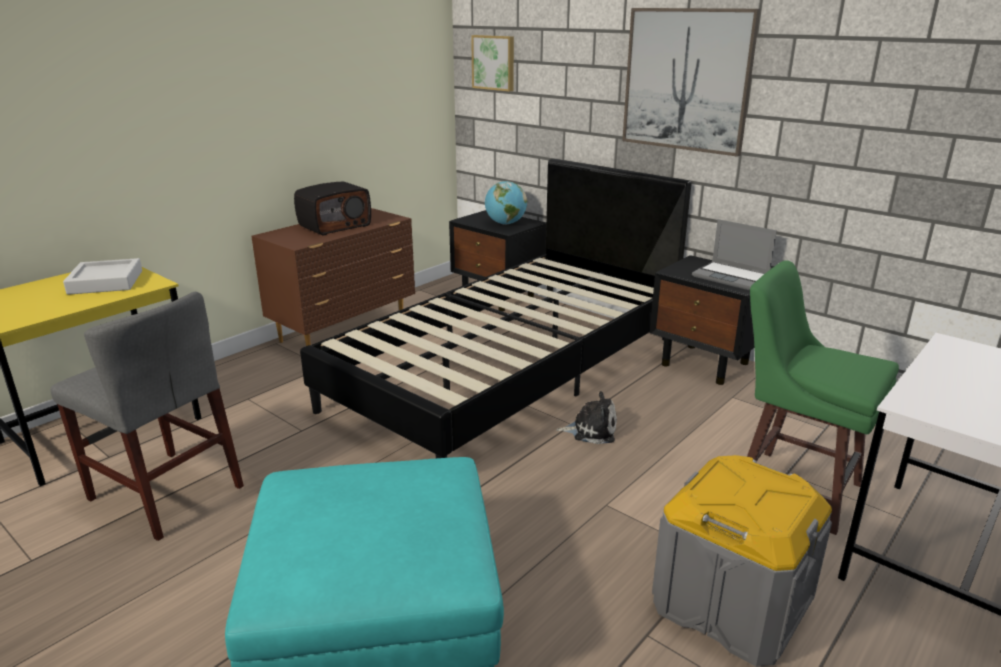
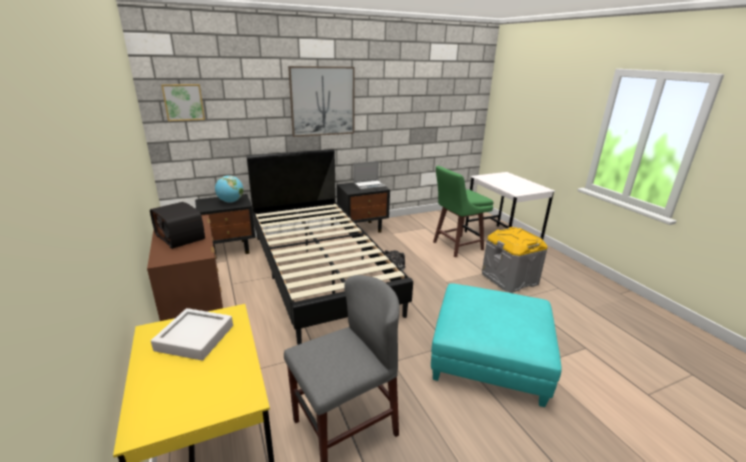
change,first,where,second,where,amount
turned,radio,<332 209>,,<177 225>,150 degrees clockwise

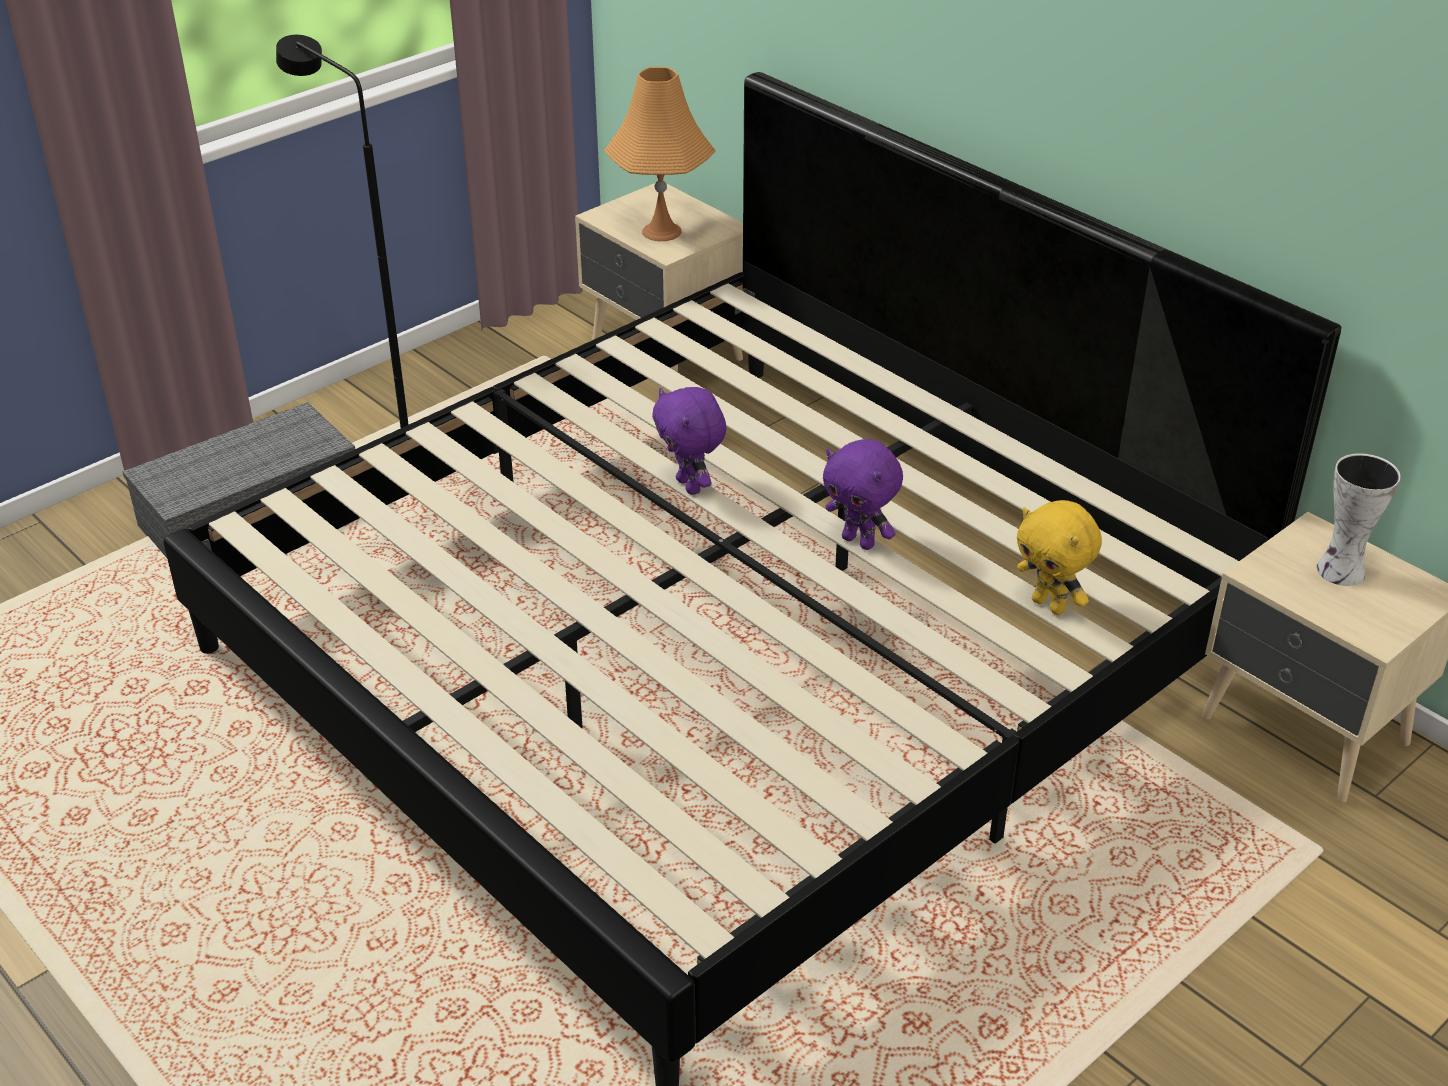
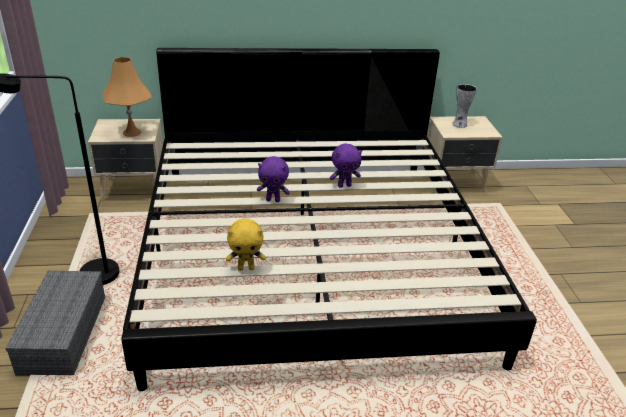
change,first,where,second,where,amount
moved,yellowish_plush_toy,<1059 557>,,<246 244>,

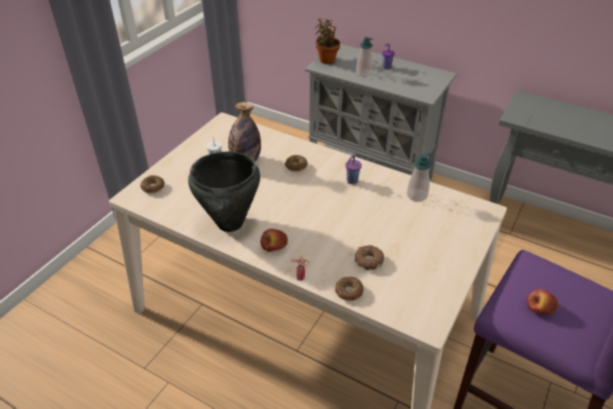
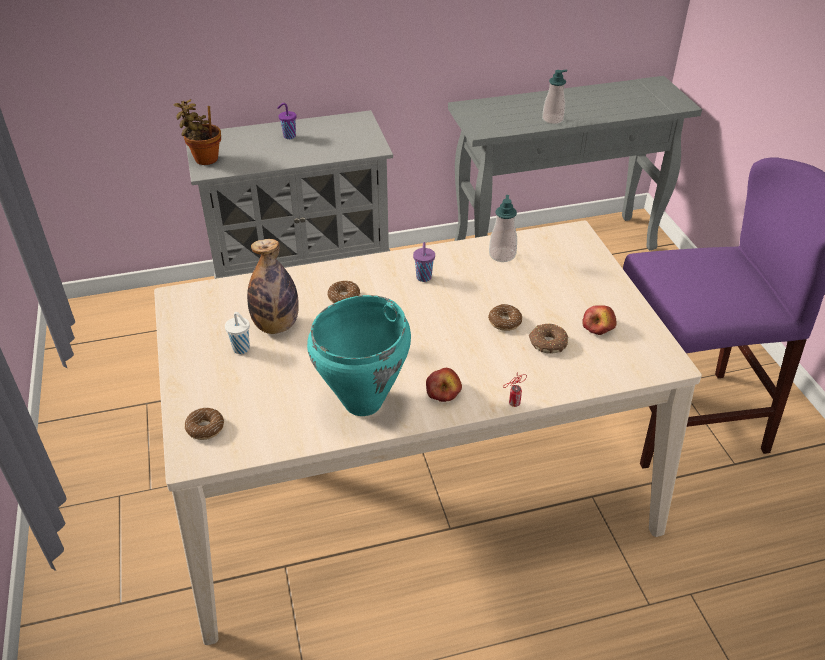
change,first,where,second,where,amount
moved,soap_dispenser,<364 57>,,<554 97>,
recoloured,blackish_cooking_pot,<224 192>,blue-green_cooking_pot,<359 355>,
moved,donut,<349 289>,,<505 317>,
moved,apple,<542 302>,,<599 320>,

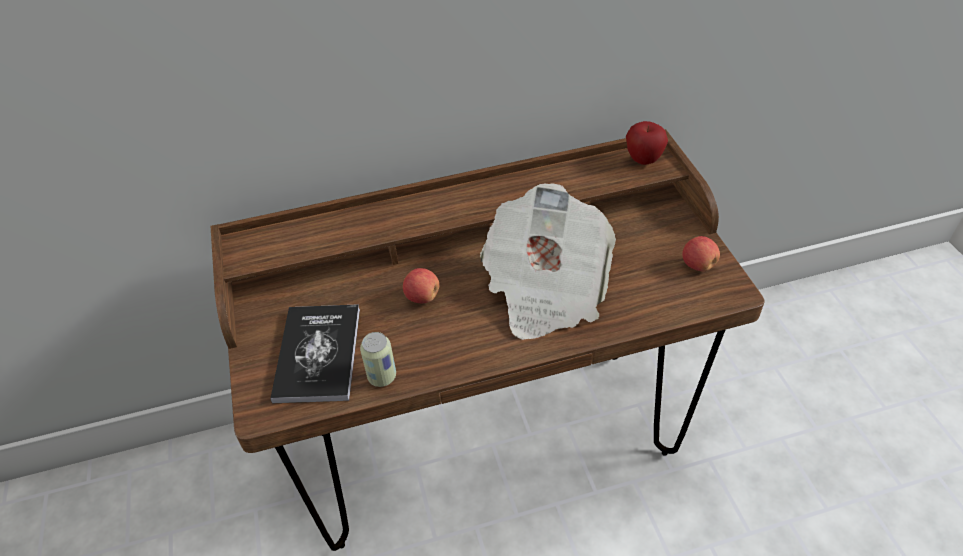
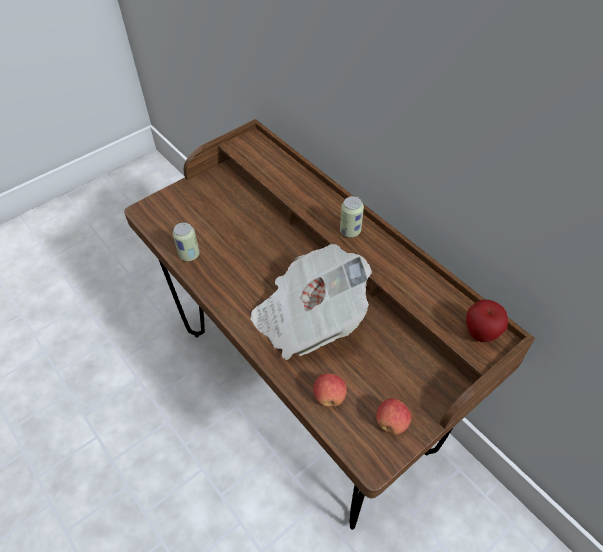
change,first,where,second,where,amount
moved,apple,<421 285>,,<330 390>,
removed,bound_book,<315 353>,,,
added,,,can,<352 216>,

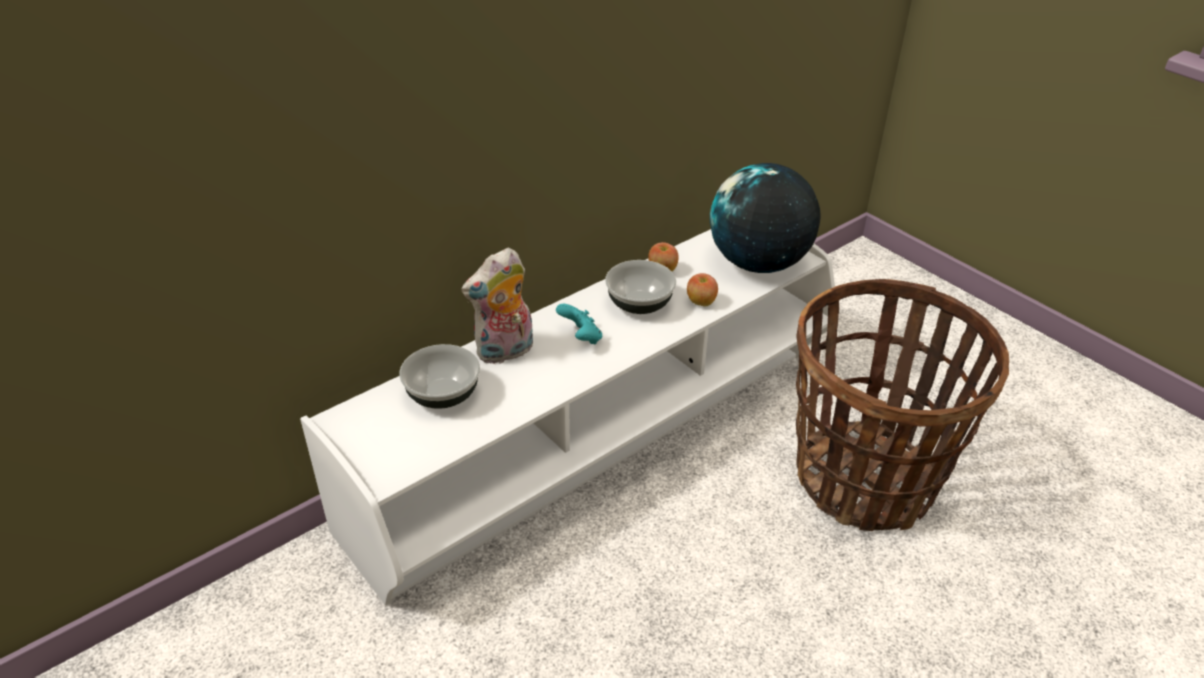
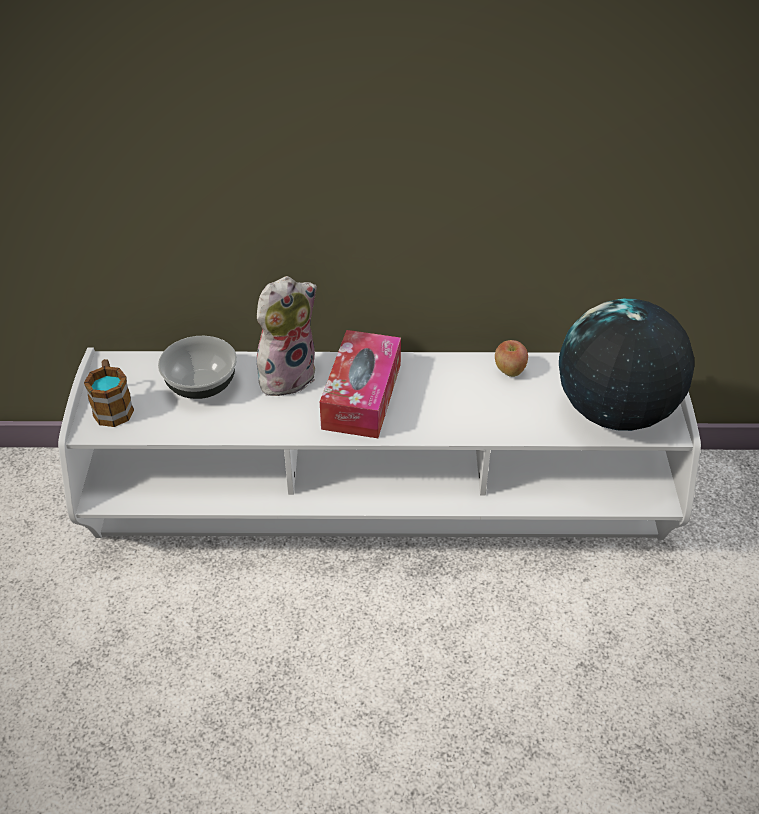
change,first,where,second,where,amount
turned,plush_toy,<497 306>,,<285 336>,135 degrees clockwise
removed,serving_bowl,<640 287>,,,
removed,apple,<702 289>,,,
removed,basket,<902 405>,,,
replaced,blue-green_joypad,<579 324>,box_of_tissues,<360 384>,
added,,,mug,<109 393>,

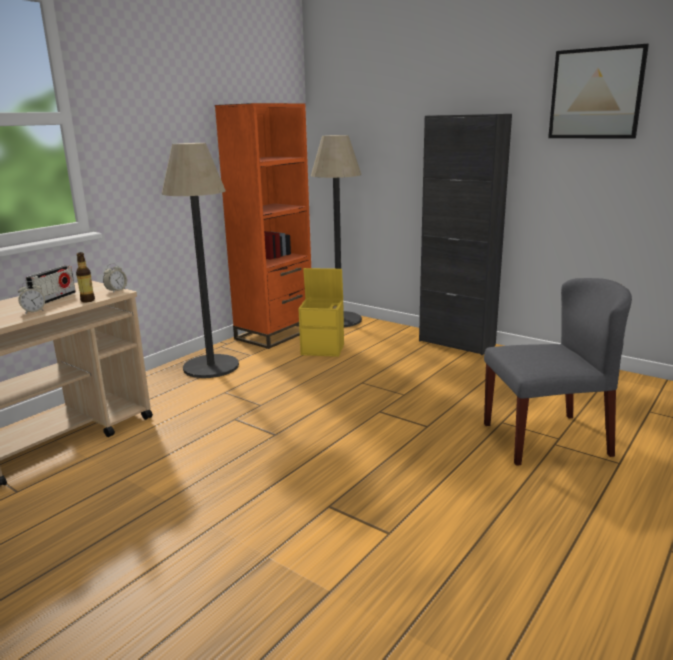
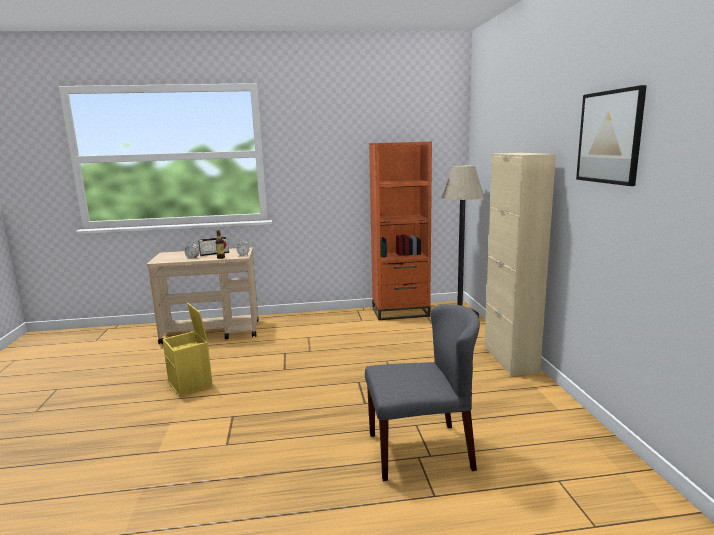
change,first,where,second,where,amount
recoloured,blackish_storage_cabinet,<465 234>,beige_storage_cabinet,<520 264>,
removed,standard_lamp,<200 260>,,,
moved,yellowish_storage_container,<321 312>,,<187 350>,
turned,grey_plain_chair,<558 372>,,<422 392>,45 degrees counterclockwise

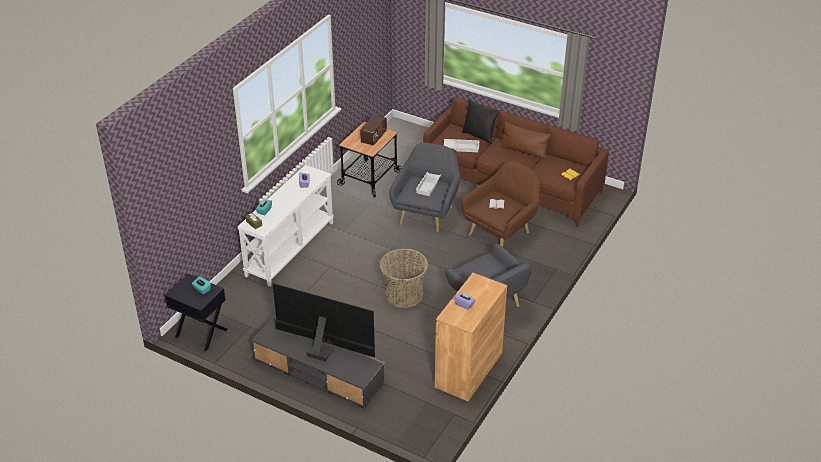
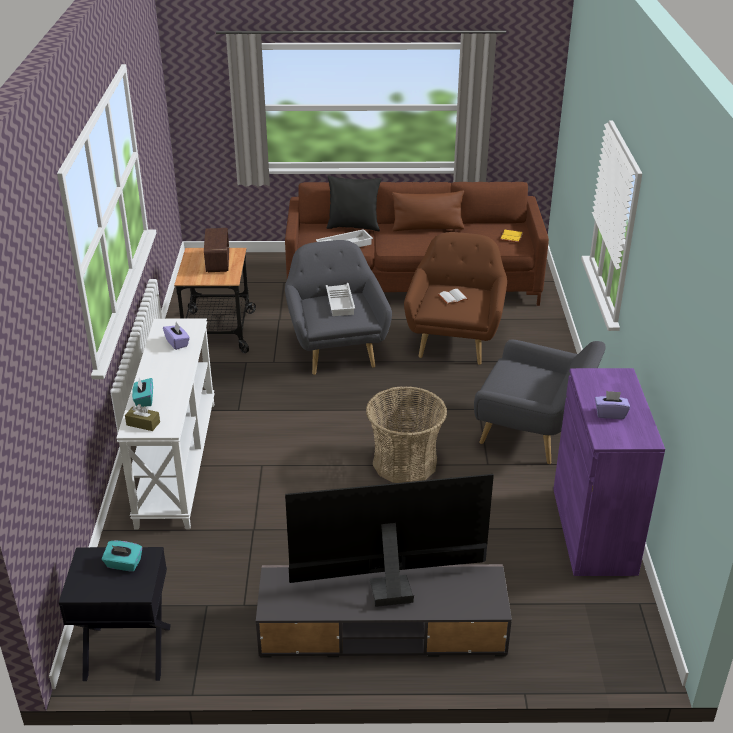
change,first,where,second,where,amount
recoloured,brownish_storage_cabinet,<471 337>,purple_storage_cabinet,<609 472>,

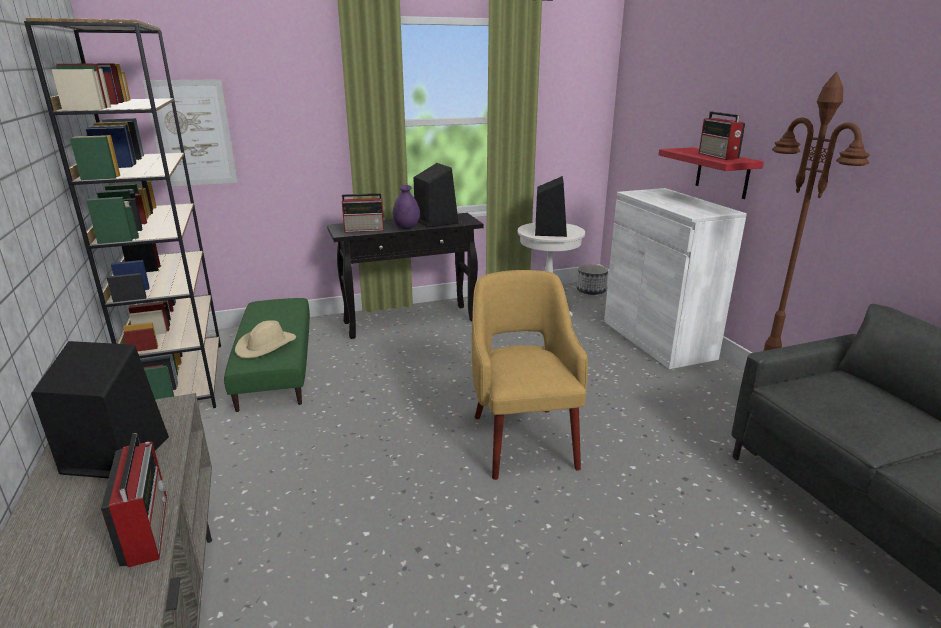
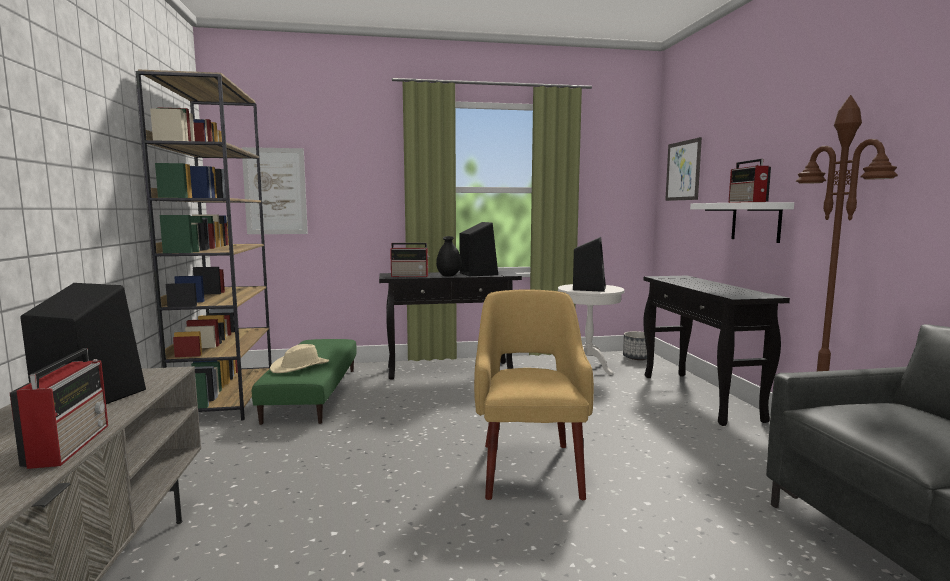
change,first,where,second,where,amount
recoloured,reddish_shelf,<711 173>,white-coloured_shelf,<742 222>,
recoloured,purple_decorative_vase,<406 207>,blackish_decorative_vase,<449 256>,
replaced,white-coloured_storage_cabinet,<675 278>,blackish_hall_table,<716 351>,
added,,,picture,<683 169>,

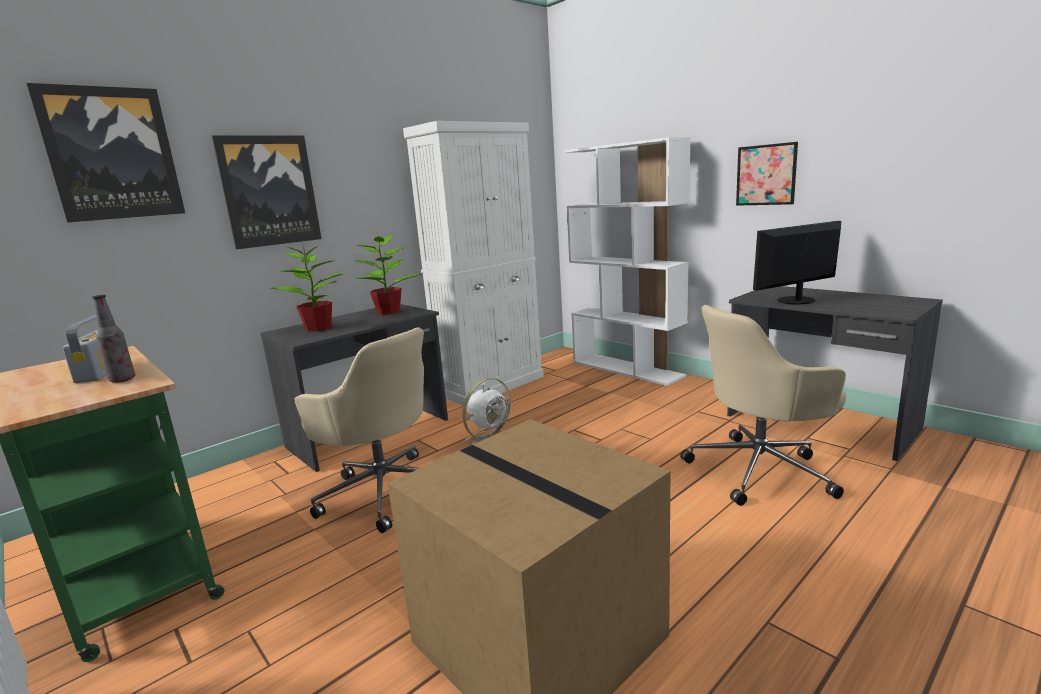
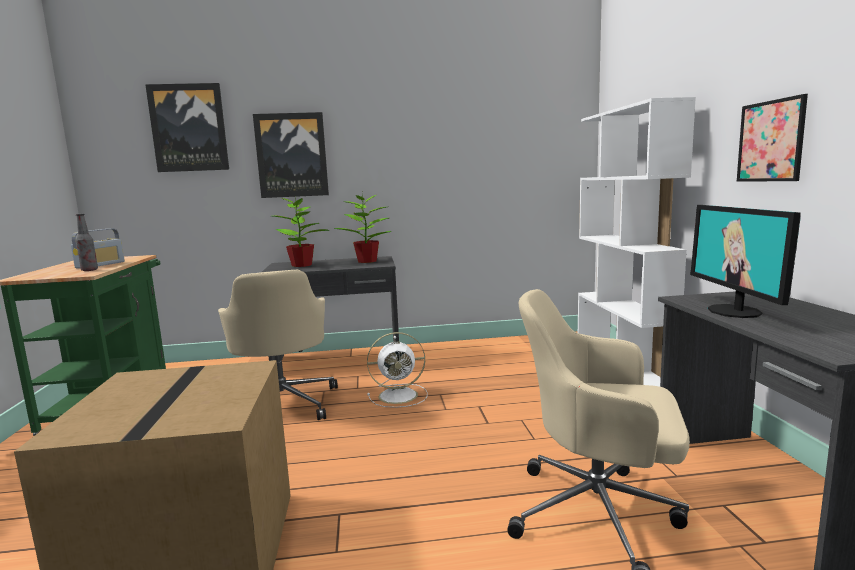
change,first,where,second,where,amount
removed,white-coloured_storage_cabinet,<473 263>,,,
turned,computer_display,<797 263>,,<745 261>,105 degrees counterclockwise

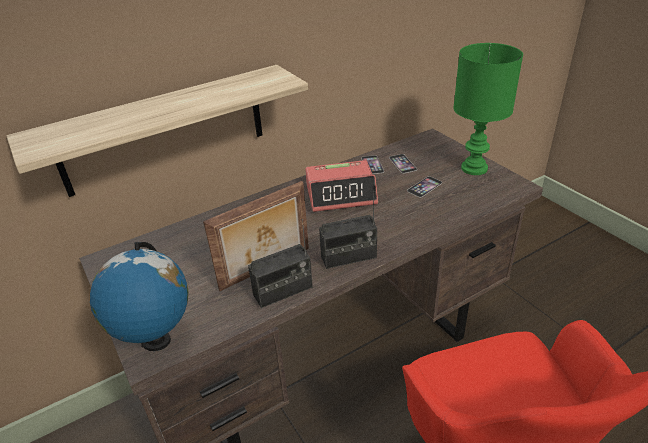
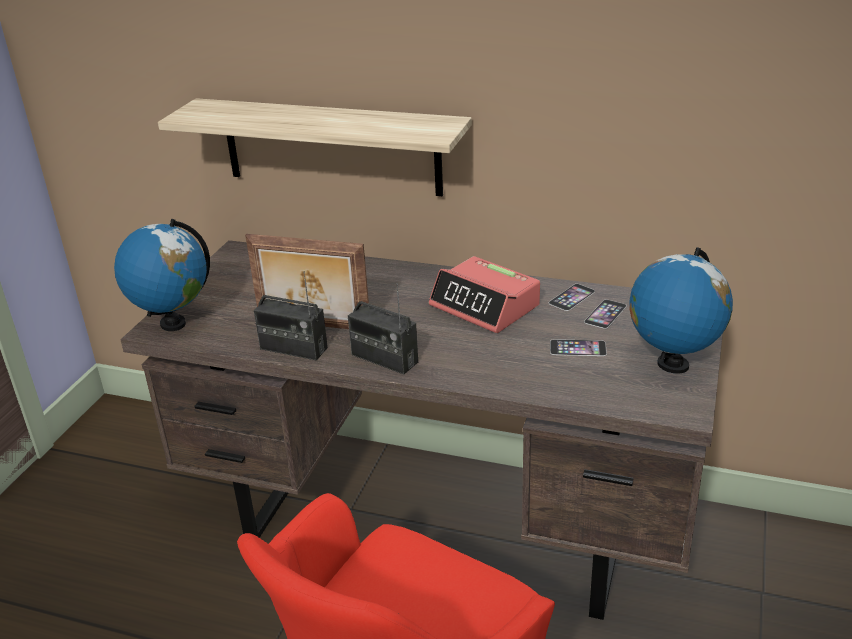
change,first,where,second,where,amount
replaced,green-coloured_lamp_for_a_table,<488 109>,desk_globe,<681 310>,

